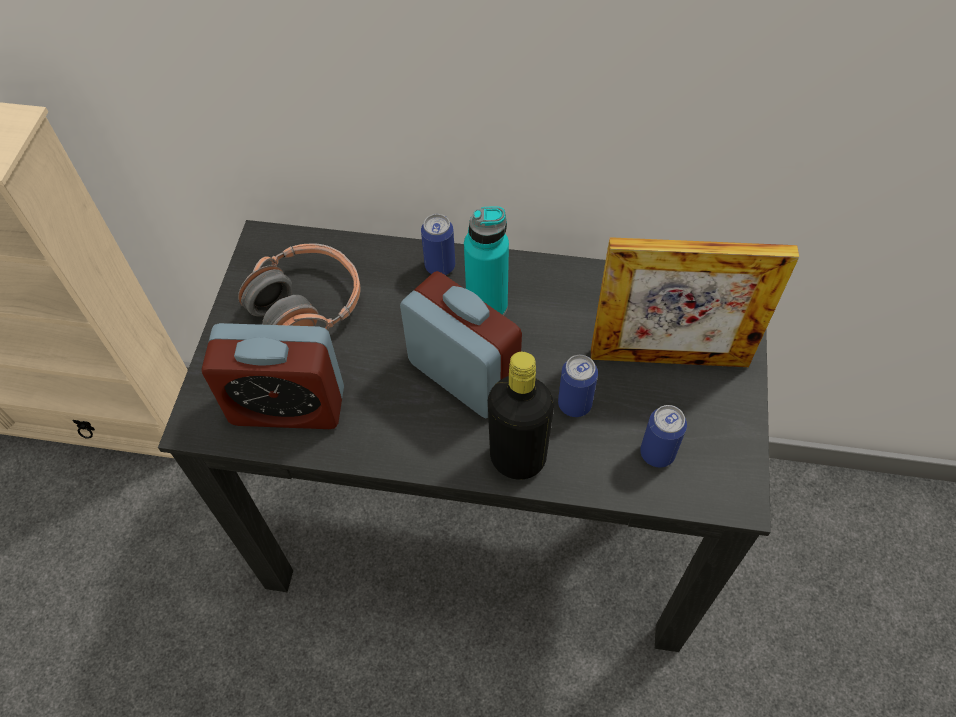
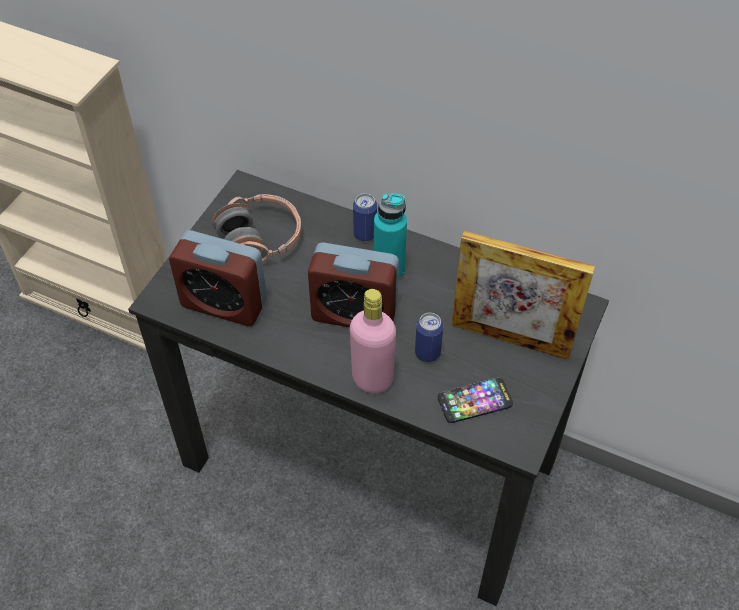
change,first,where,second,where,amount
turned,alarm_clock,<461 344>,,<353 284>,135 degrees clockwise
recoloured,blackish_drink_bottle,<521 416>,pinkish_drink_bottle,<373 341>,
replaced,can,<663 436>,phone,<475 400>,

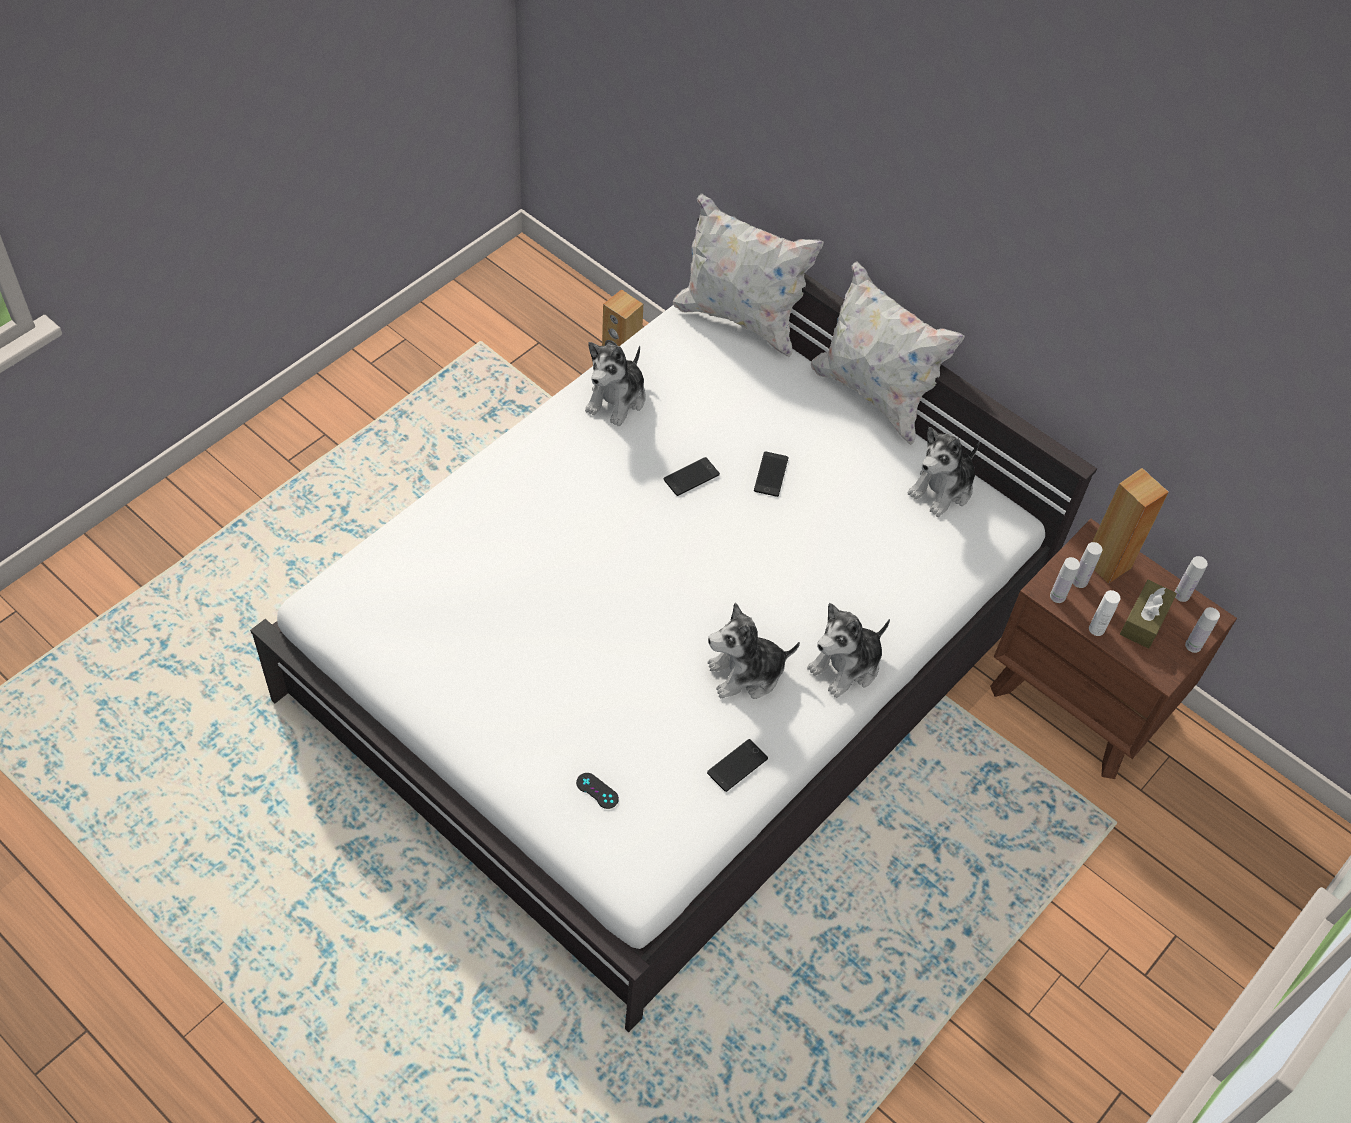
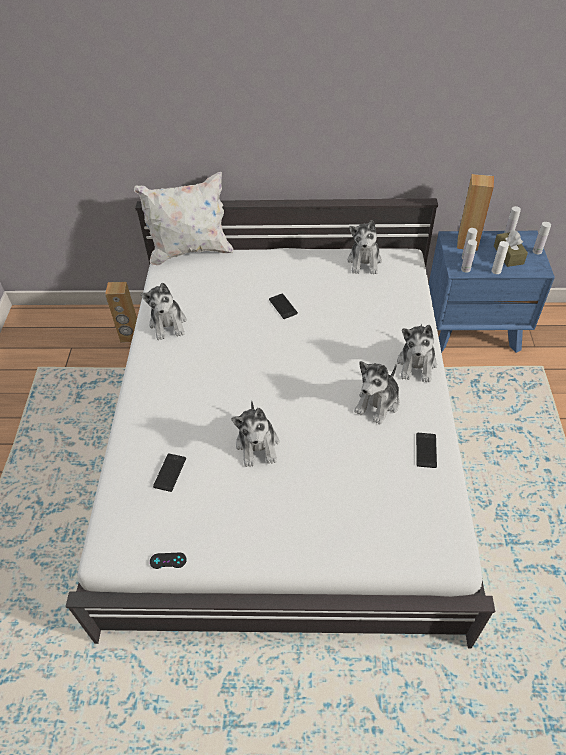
change,first,where,second,where,amount
removed,white-coloured_throw_pillow,<888 353>,,,
moved,phone,<692 476>,,<169 472>,
recoloured,brownish_bedside_table,<1113 649>,blue-coloured_bedside_table,<492 292>,
moved,blackish_joypad,<597 791>,,<168 561>,
added,,,plush_toy,<255 434>,

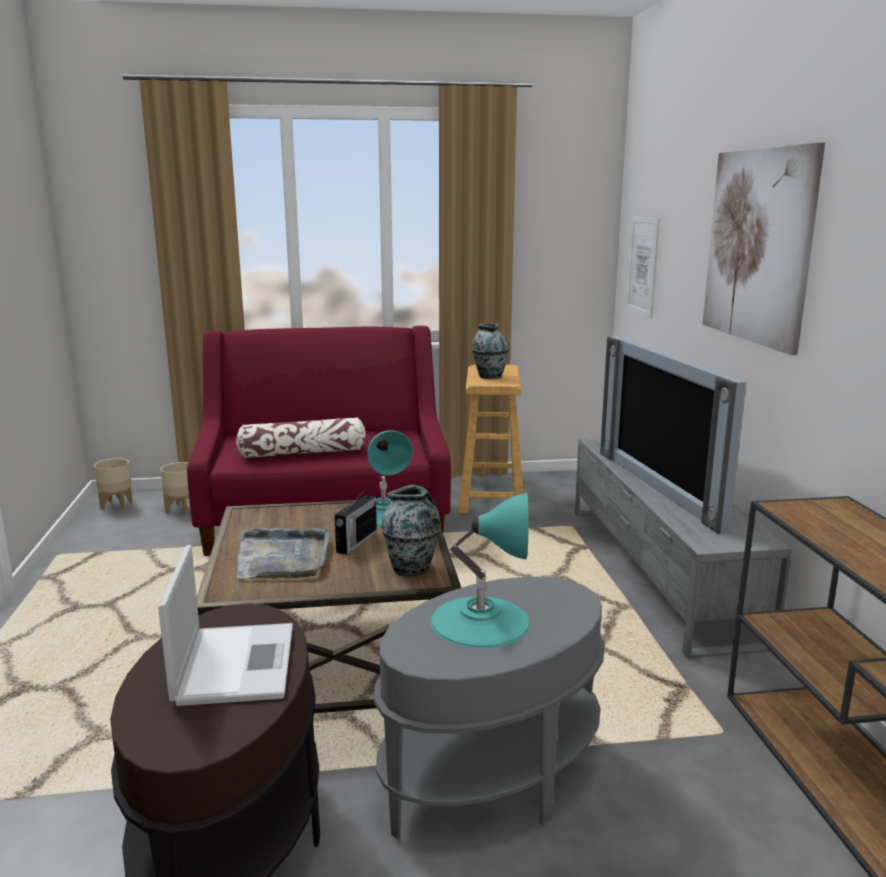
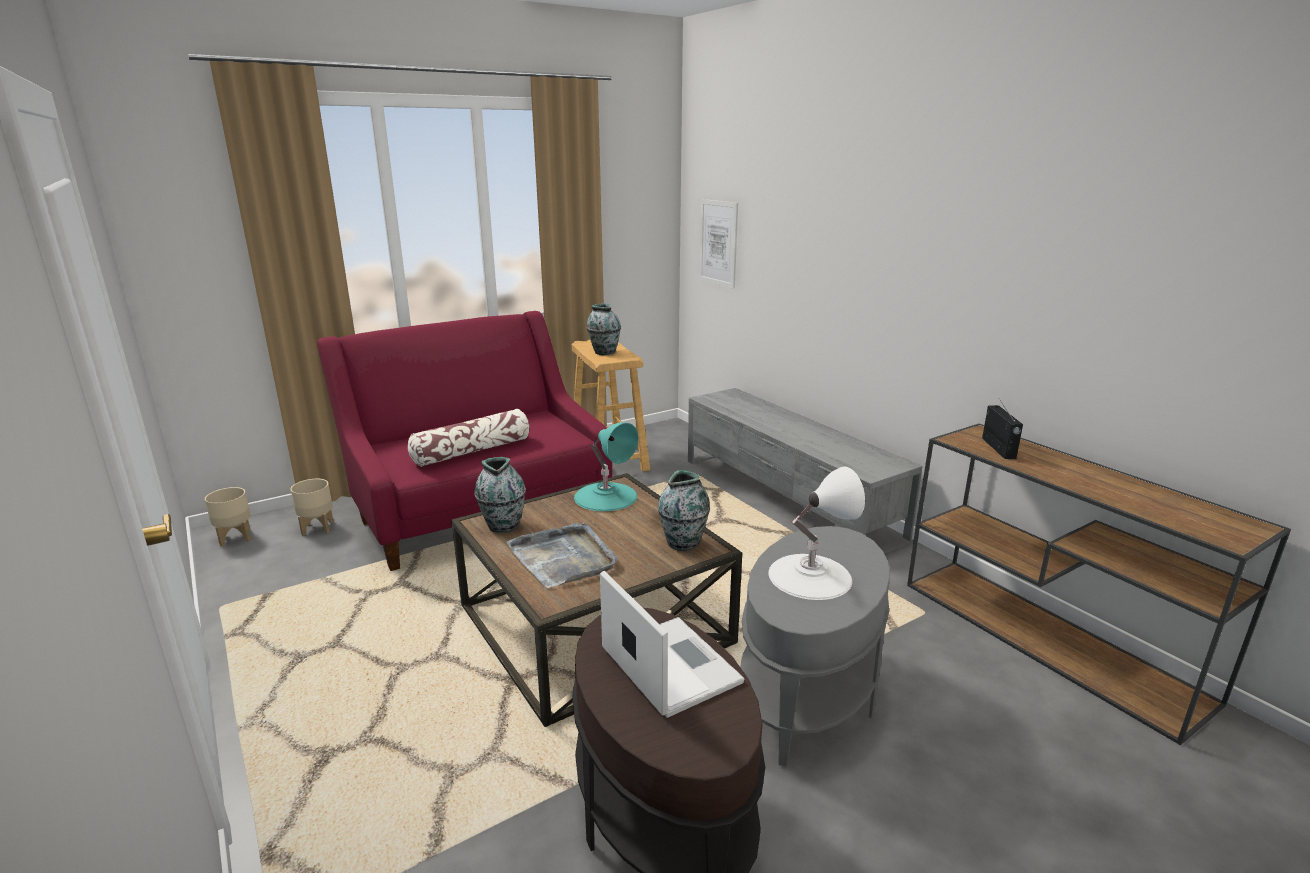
change,first,where,second,where,amount
removed,picture,<764 248>,,,
removed,TV_set,<673 435>,,,
moved,radio,<356 521>,,<1002 429>,
recoloured,blue-green_lamp_for_a_table,<480 570>,white-coloured_lamp_for_a_table,<816 533>,
added,,,decorative_vase,<500 495>,

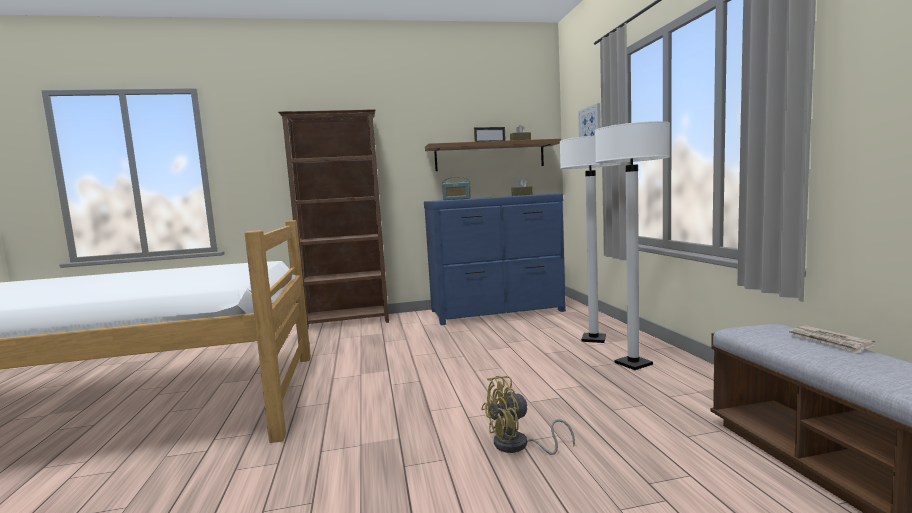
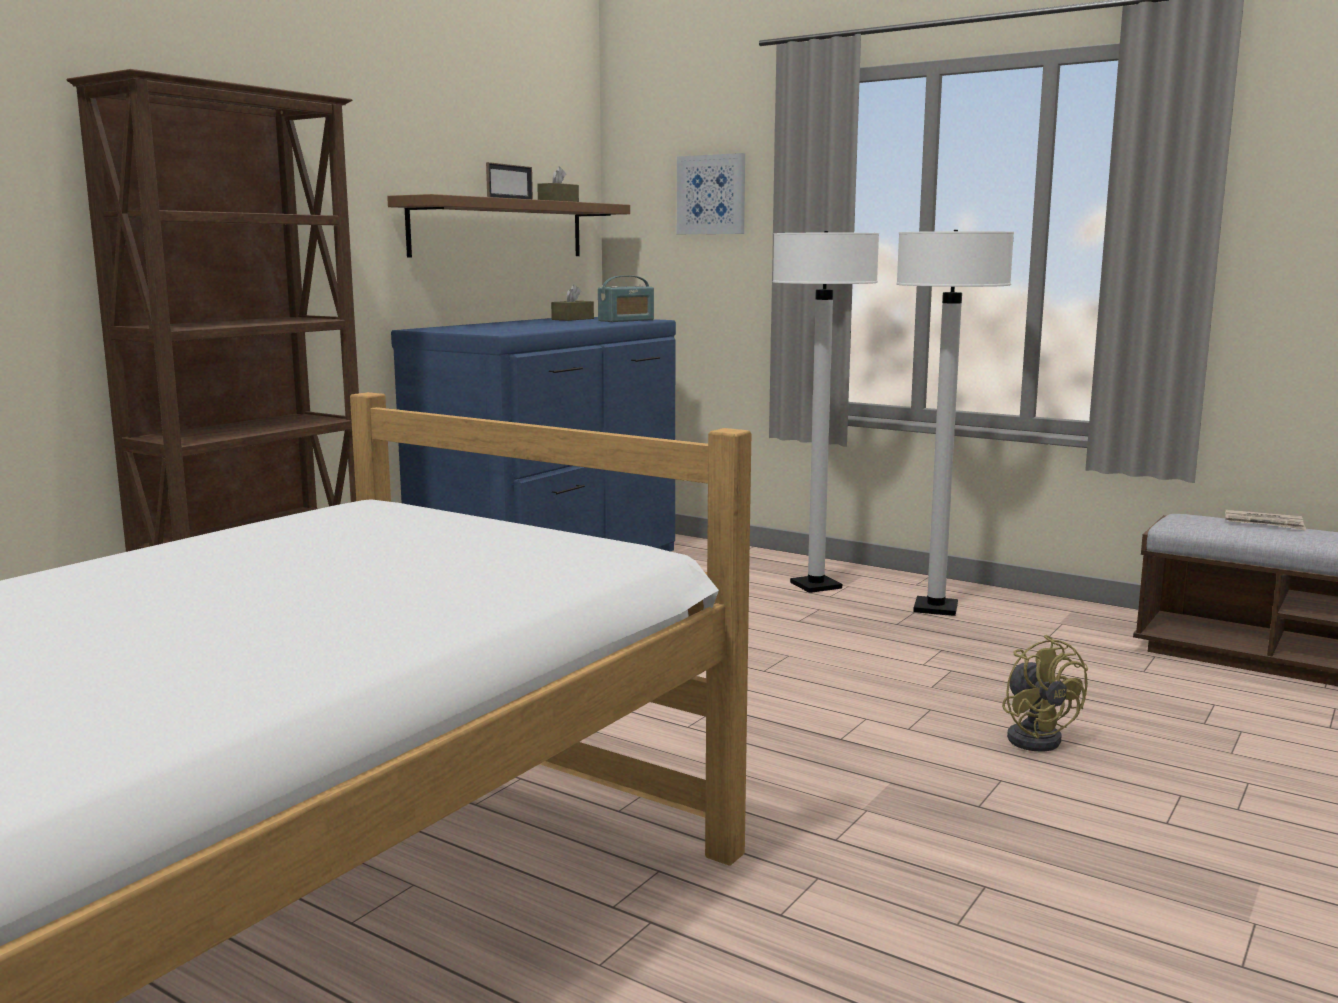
change,first,where,second,where,amount
moved,radio,<456 188>,,<626 298>,
turned,yellowish_fan,<528 415>,,<1045 693>,45 degrees counterclockwise

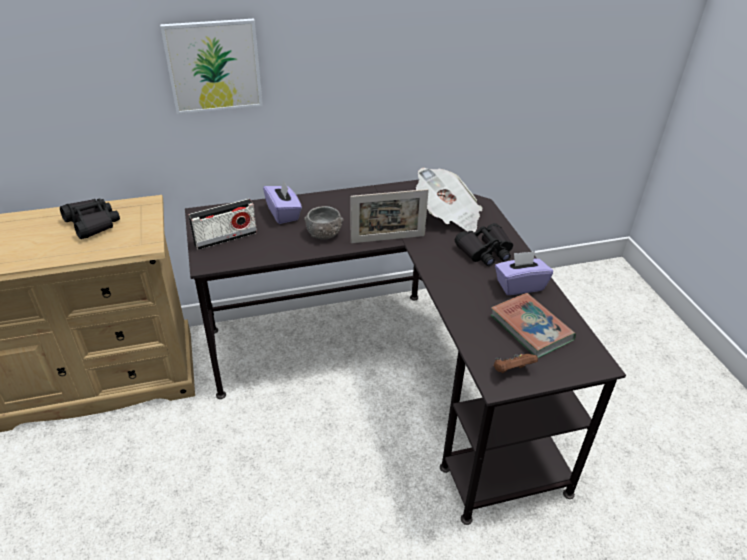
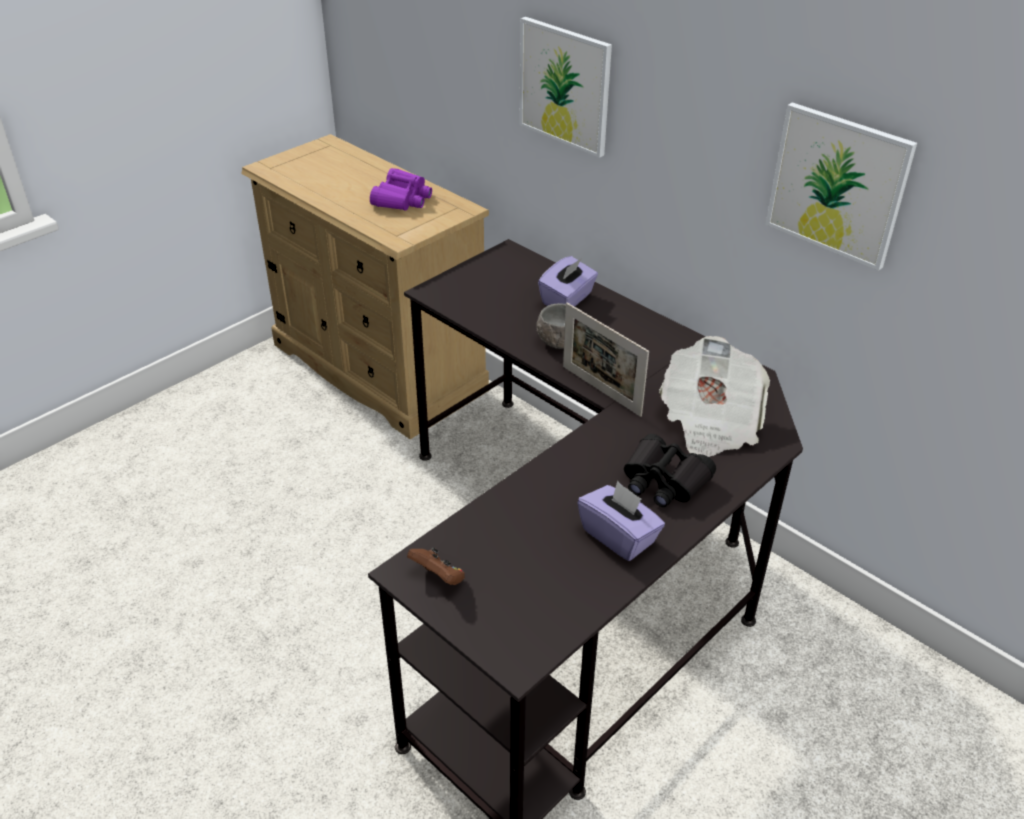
change,first,where,second,where,amount
recoloured,blackish_field_glasses,<90 218>,purple_field_glasses,<401 189>,
removed,radio,<223 224>,,,
removed,bound_book,<533 325>,,,
added,,,picture,<841 186>,

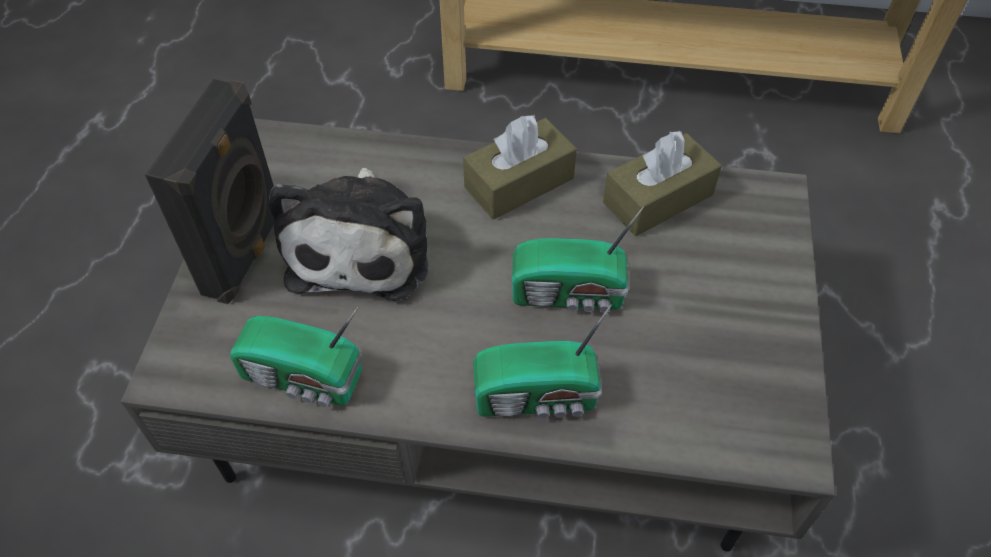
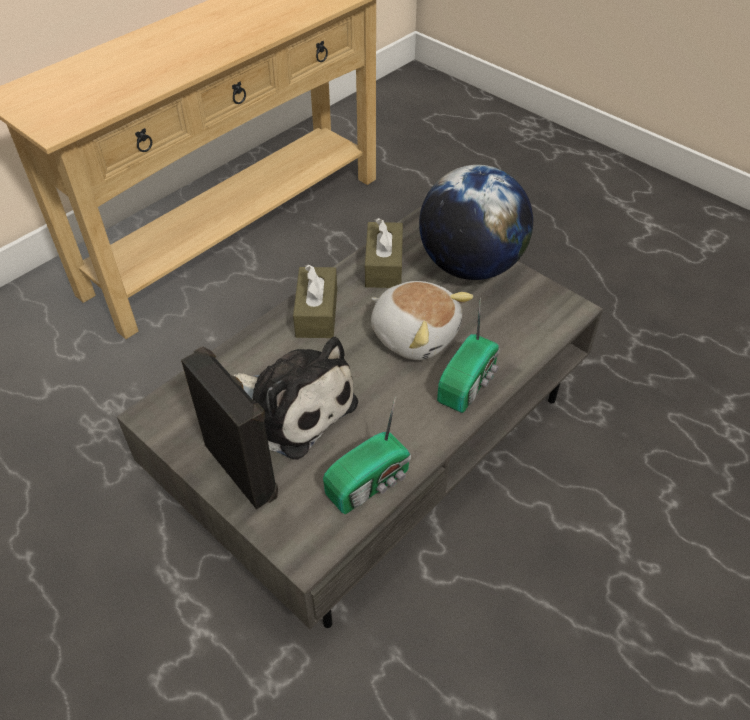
change,first,where,second,where,amount
replaced,radio,<578 259>,plush_toy,<422 320>,
added,,,desk_globe,<476 222>,

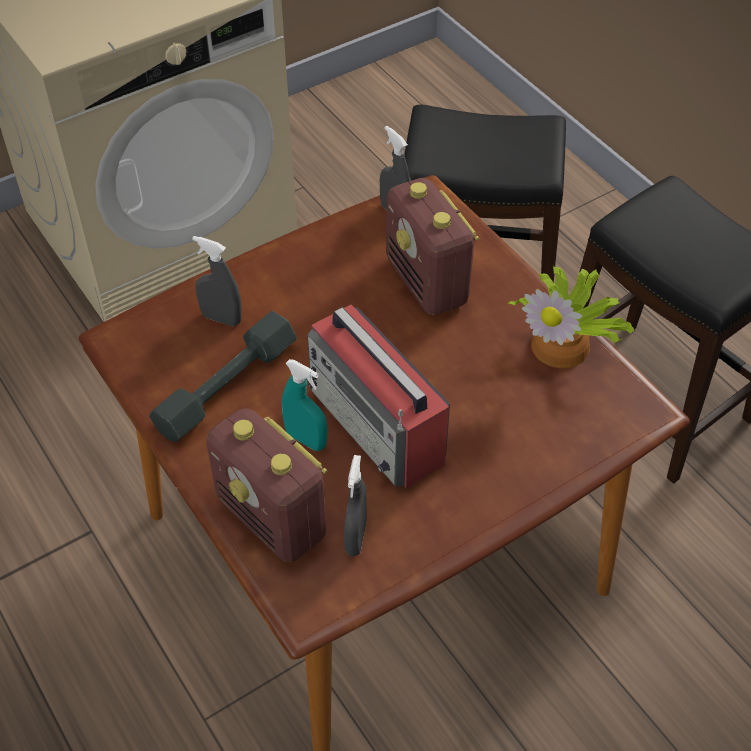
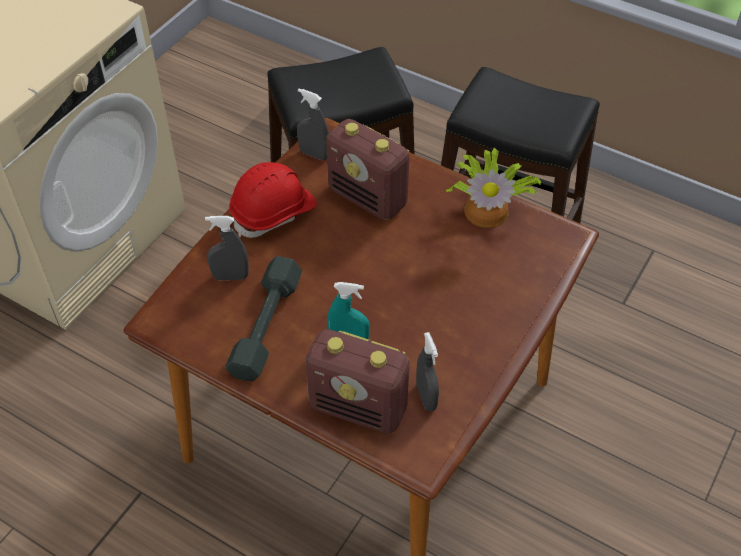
change,first,where,second,where,amount
removed,radio,<378 396>,,,
added,,,reddish_work_helmet,<273 200>,

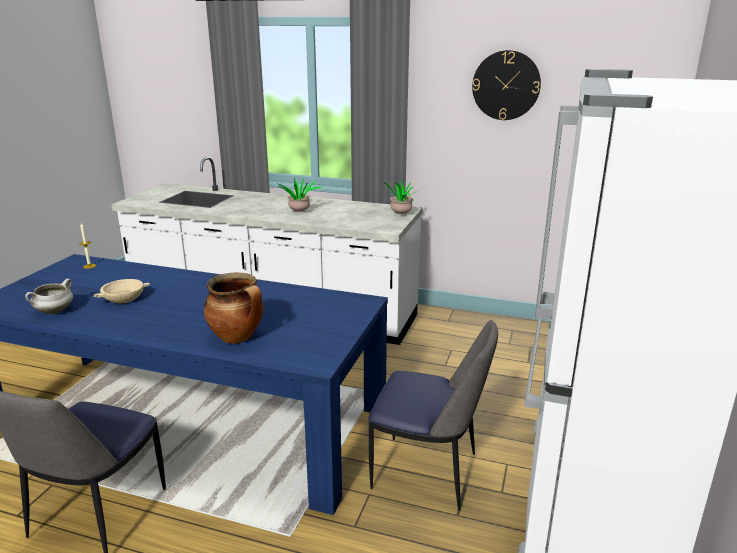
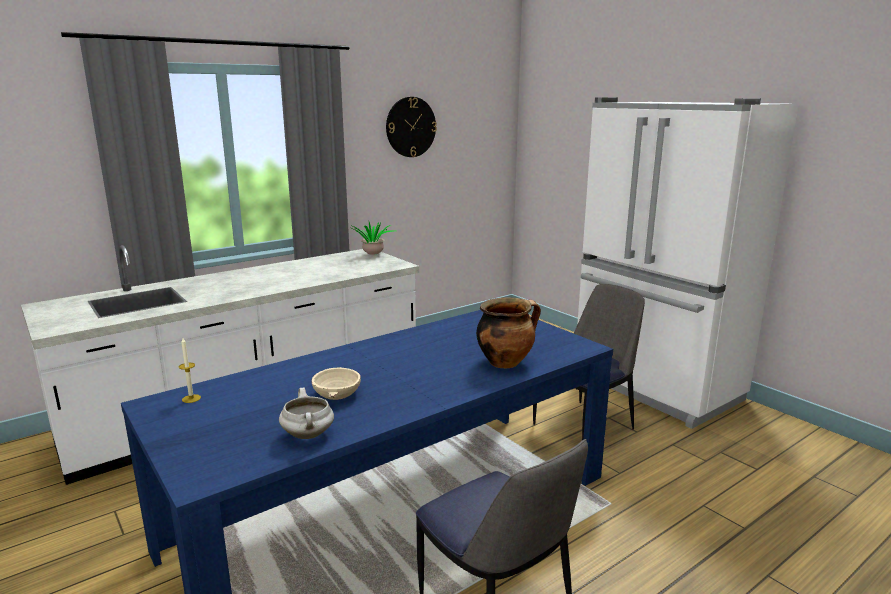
change,first,where,second,where,amount
removed,potted_plant,<299 195>,,,

